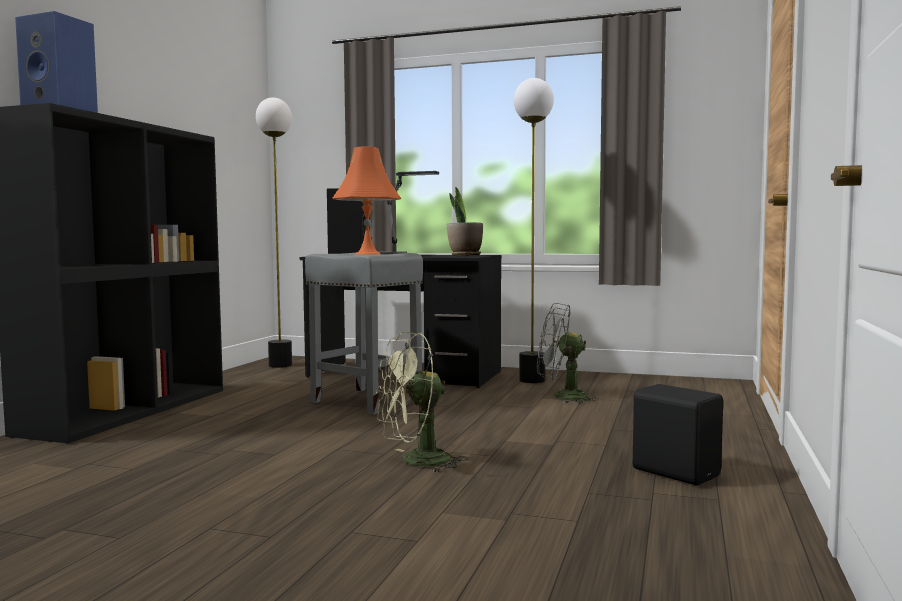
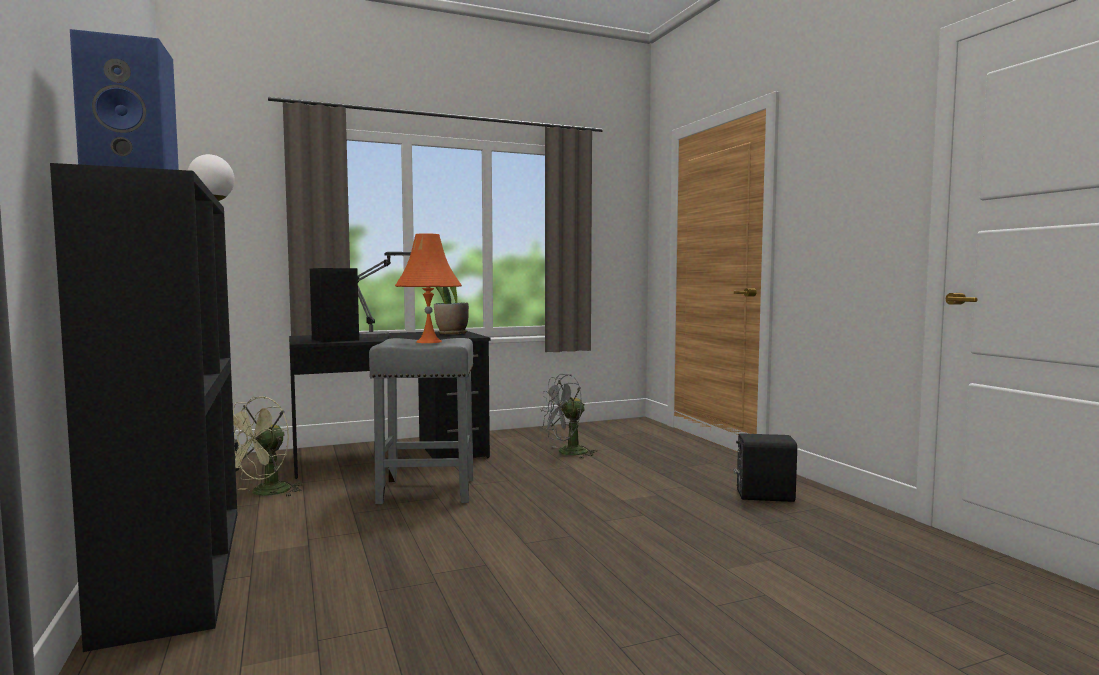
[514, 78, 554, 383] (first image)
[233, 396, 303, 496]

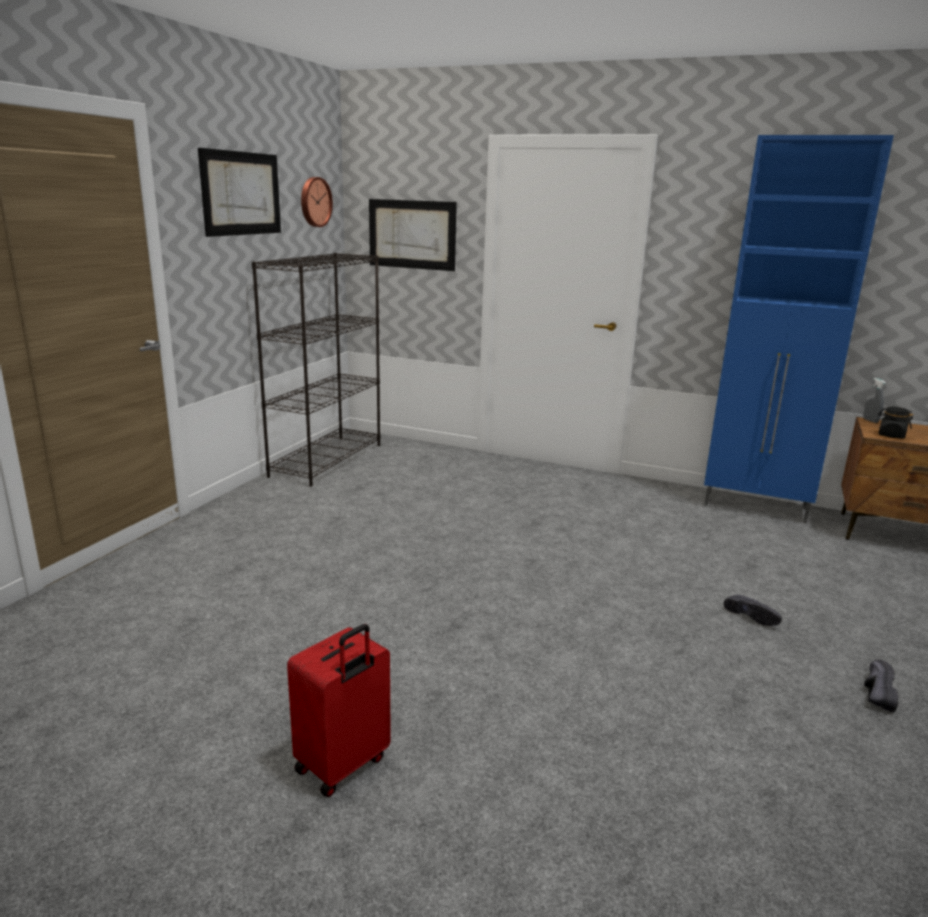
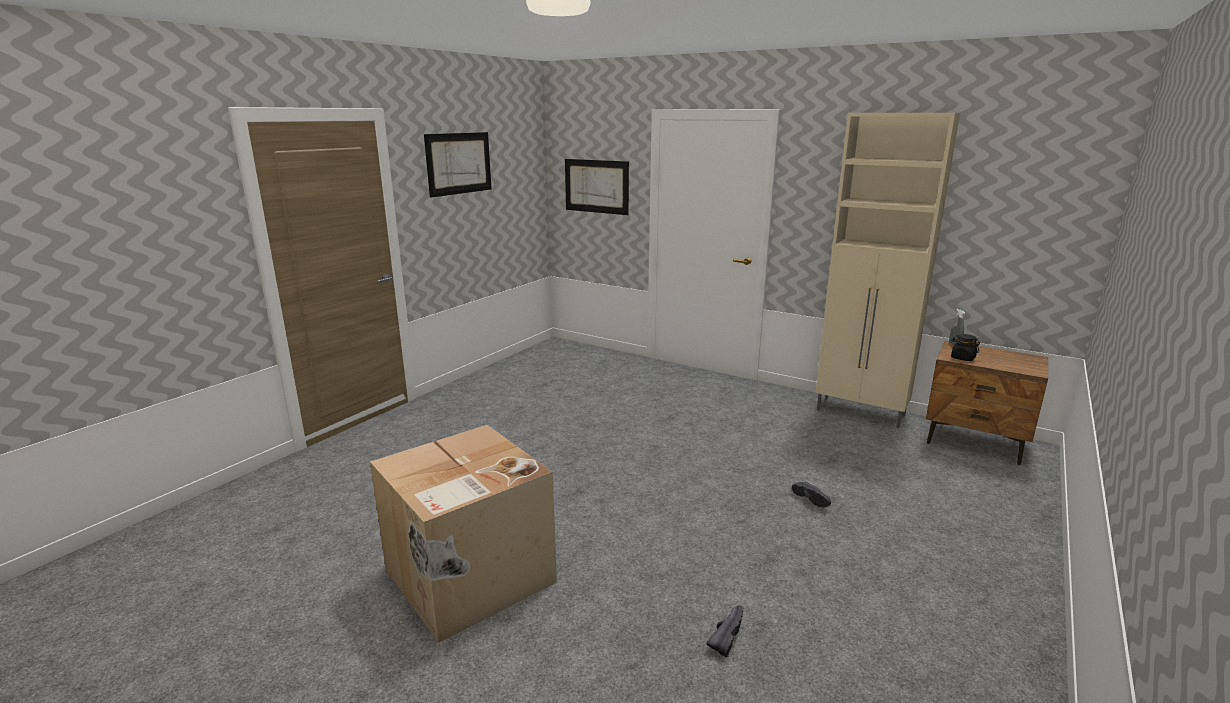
[252, 253, 381, 486] (first image)
[301, 177, 333, 227] (first image)
[707, 605, 743, 657]
[370, 425, 557, 643]
[815, 113, 960, 428]

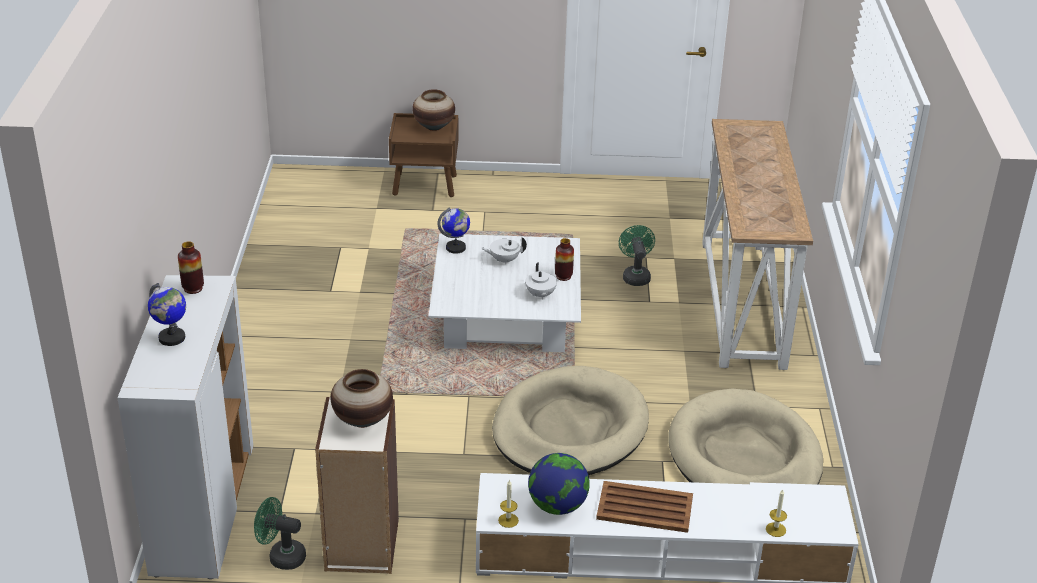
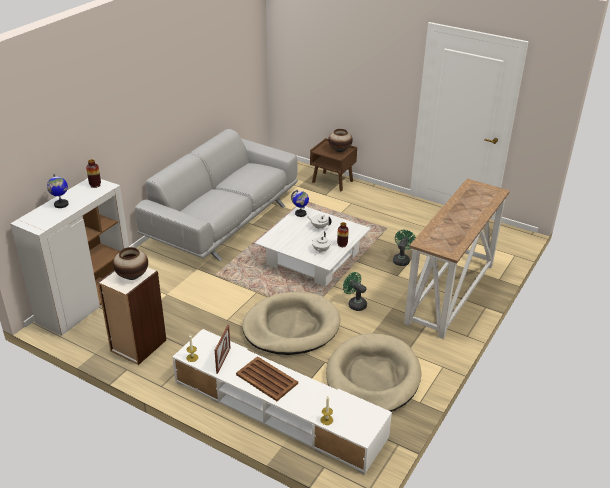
[135, 129, 298, 261]
[343, 272, 367, 311]
[215, 325, 230, 374]

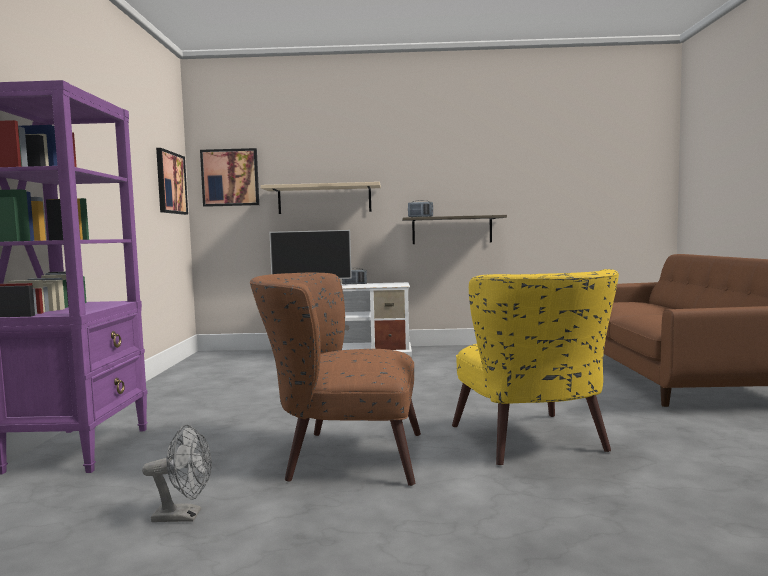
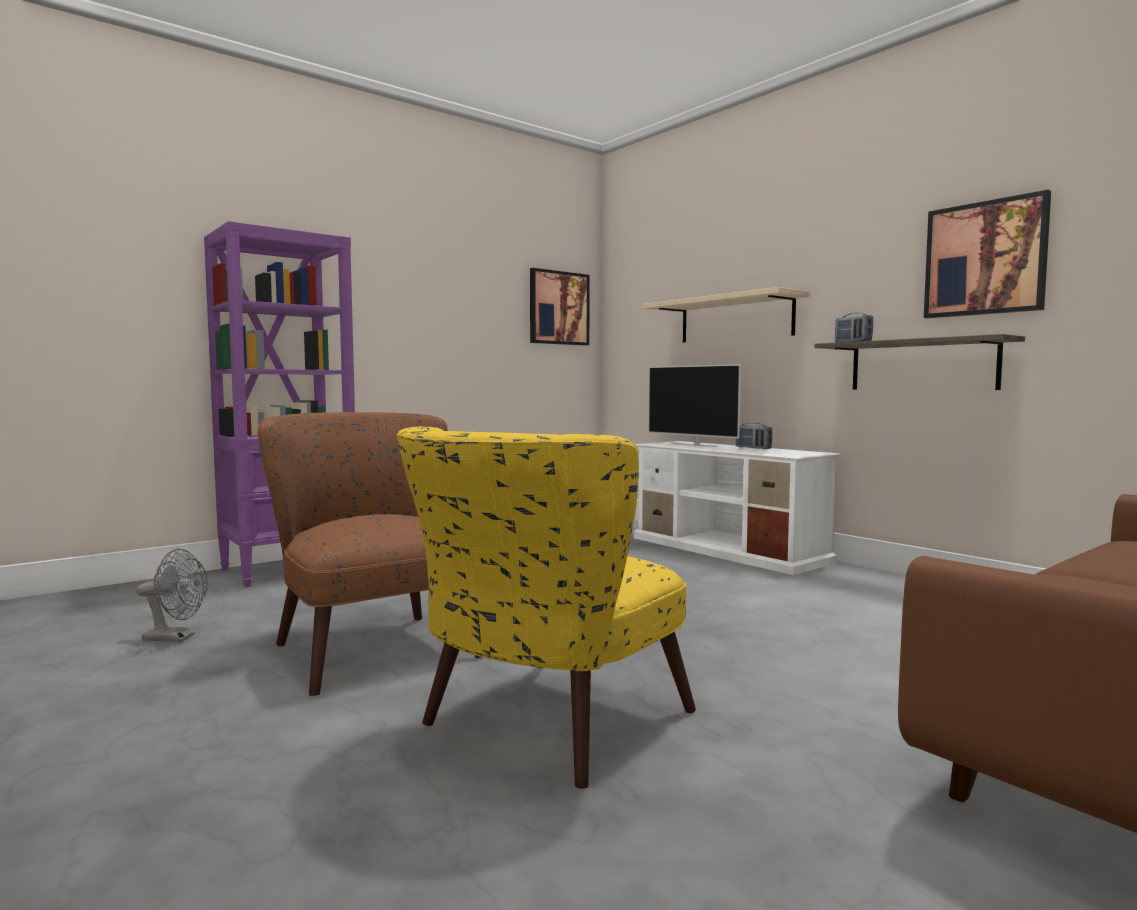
[924, 190, 1051, 318]
[136, 549, 208, 642]

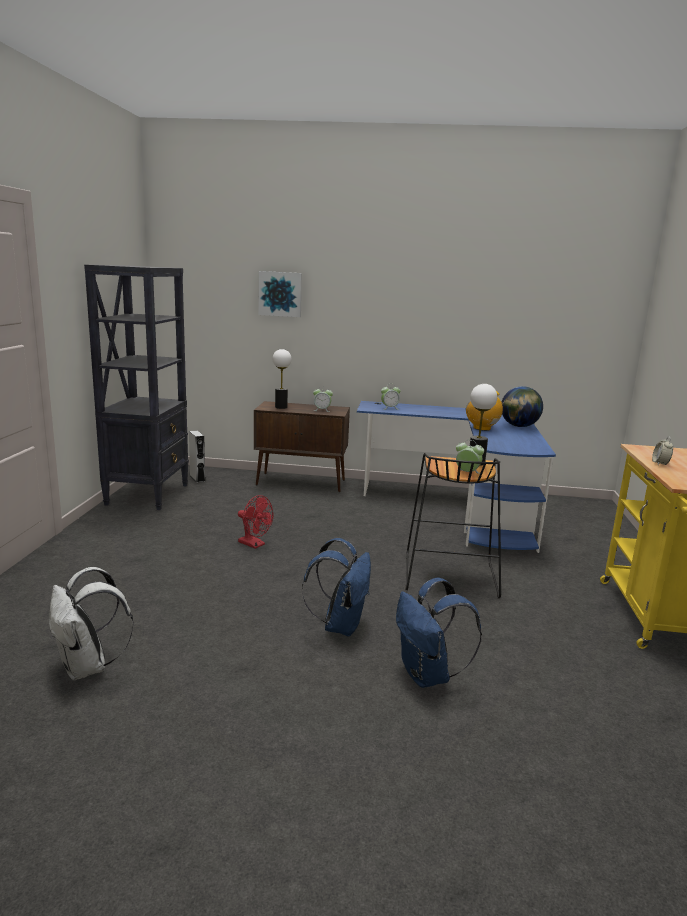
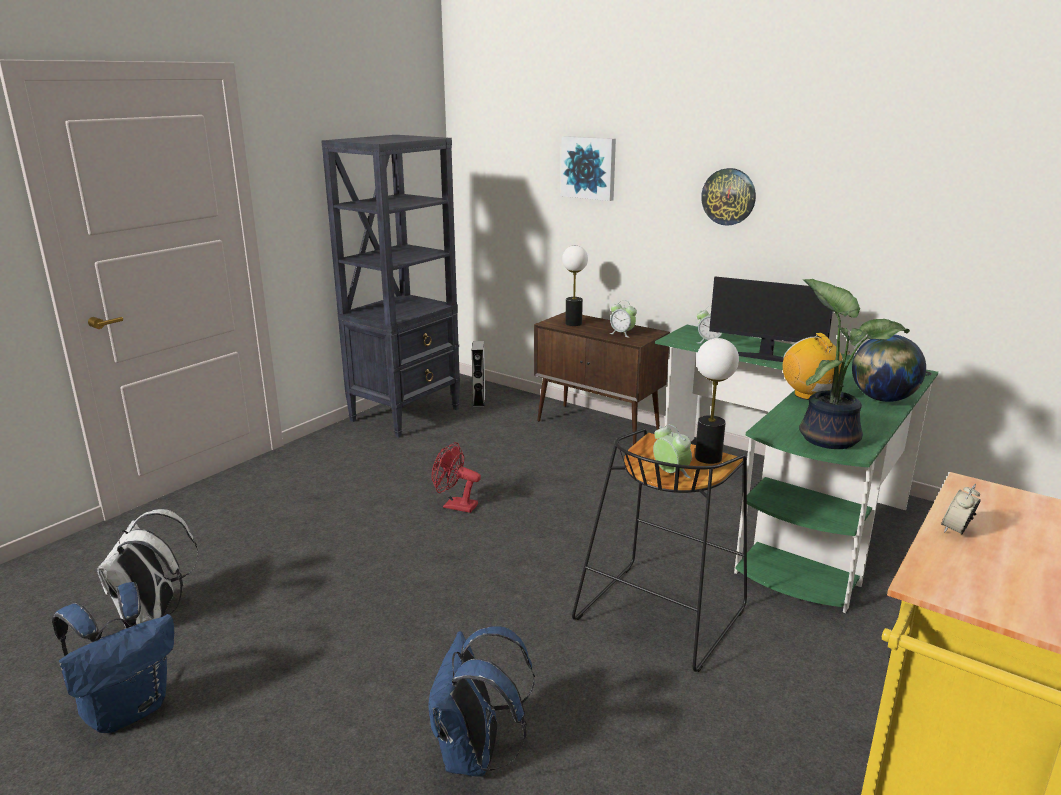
[701, 168, 756, 226]
[709, 276, 833, 362]
[799, 279, 910, 449]
[52, 582, 174, 733]
[655, 325, 939, 613]
[432, 442, 481, 513]

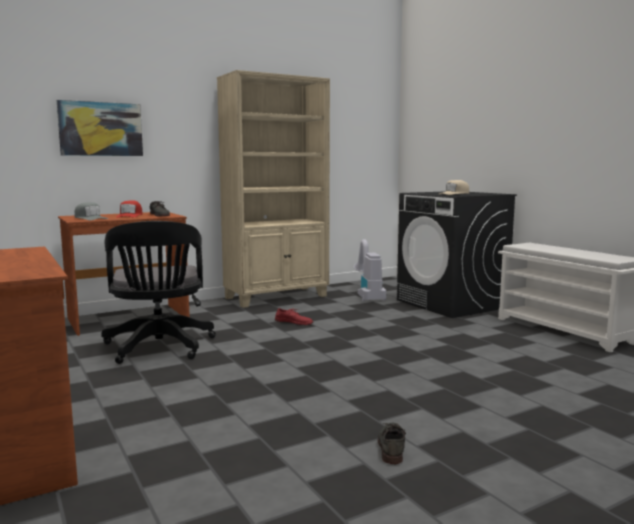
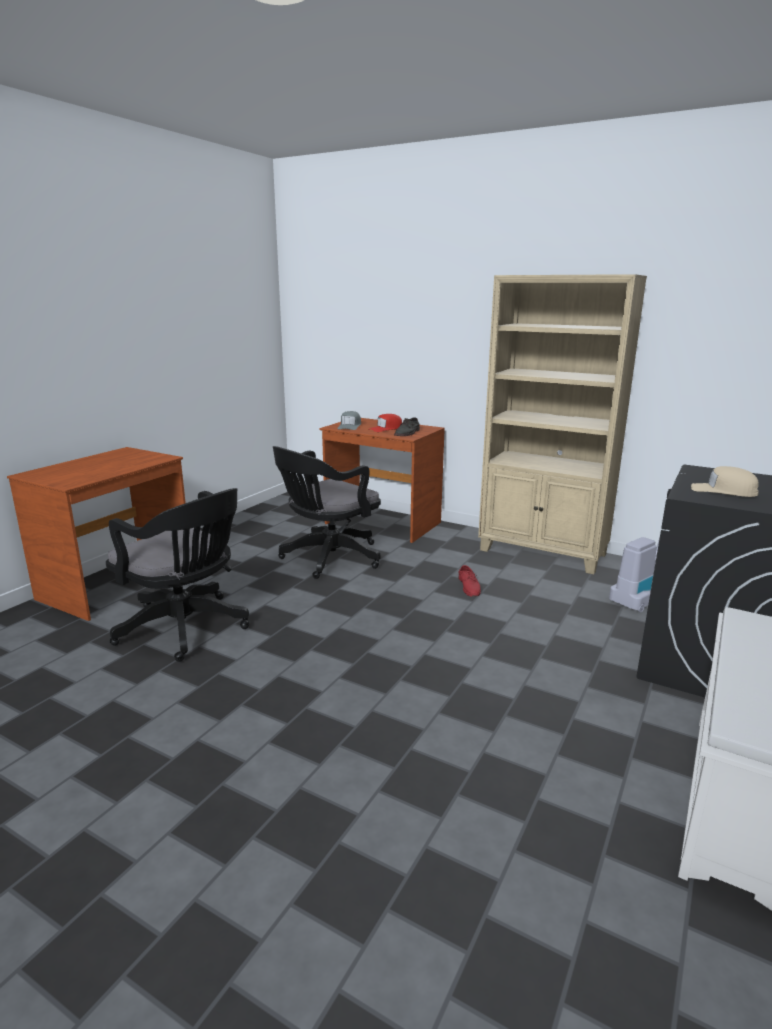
[57, 100, 143, 156] (first image)
[378, 423, 406, 464] (first image)
[106, 488, 249, 662]

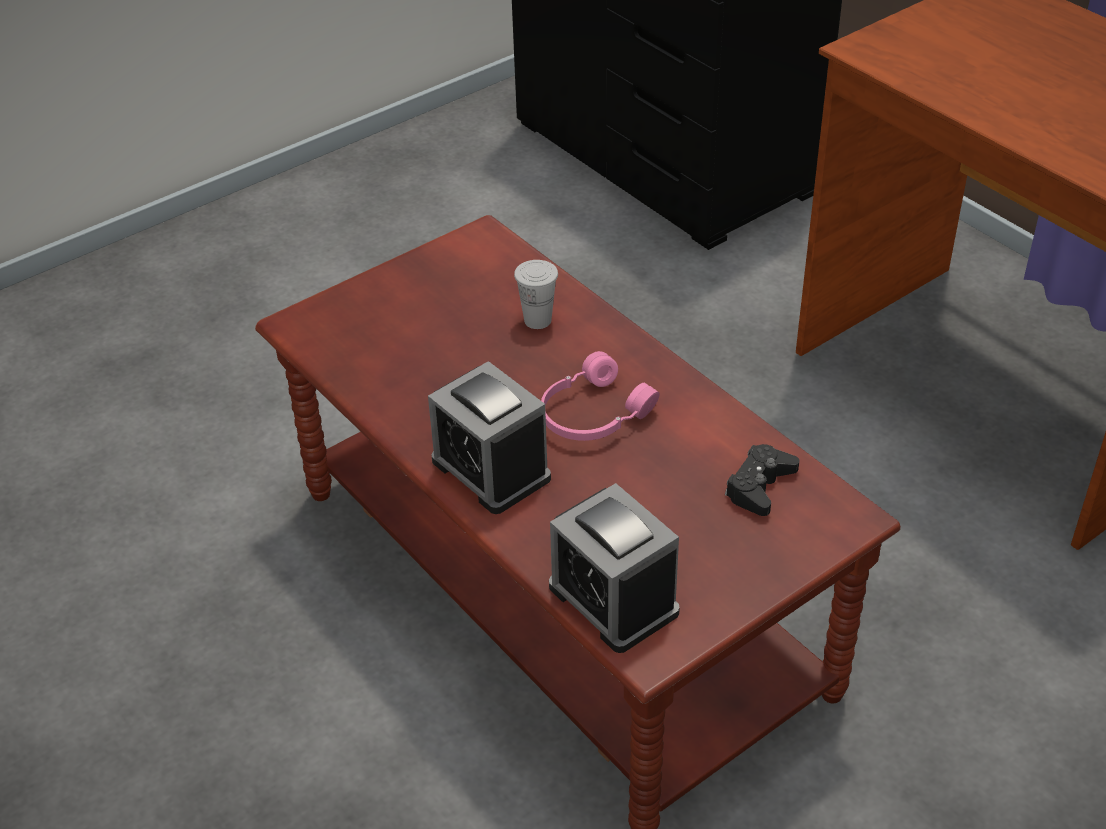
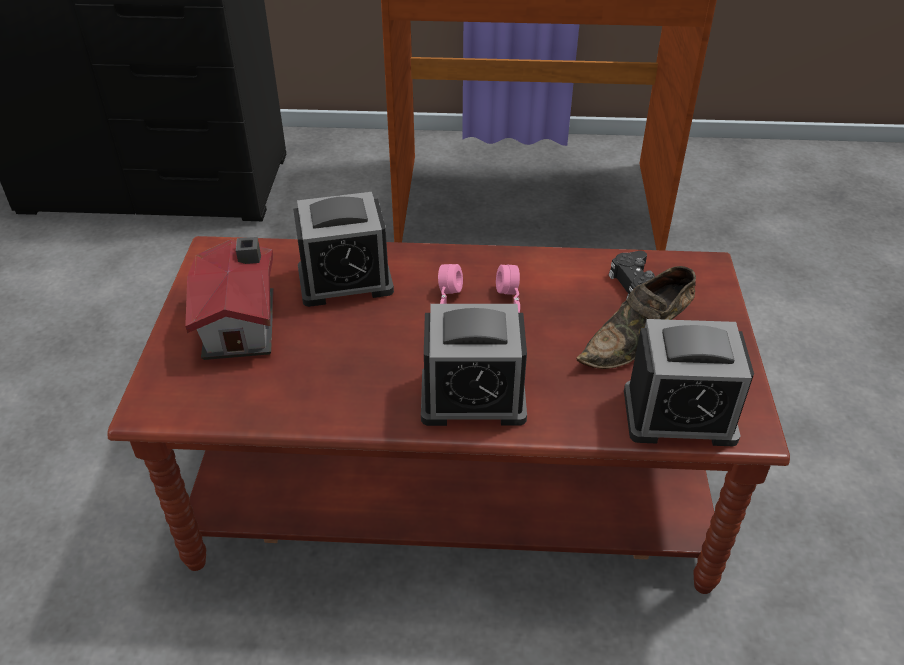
[185, 237, 274, 360]
[576, 266, 696, 369]
[293, 192, 394, 307]

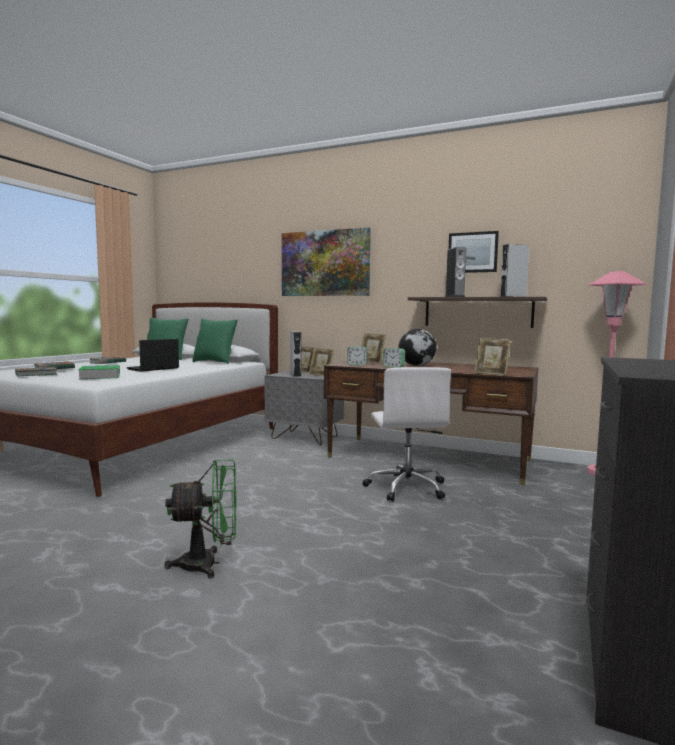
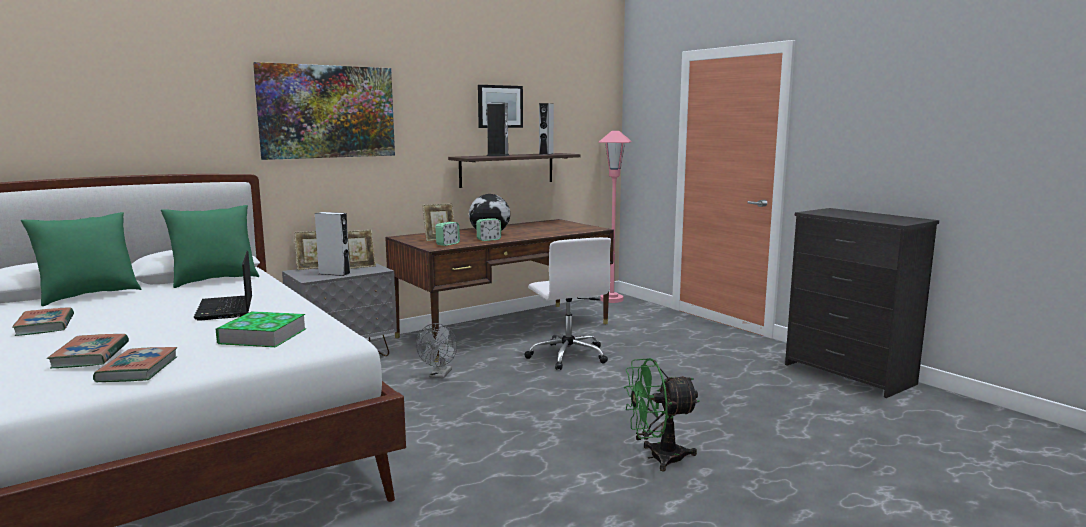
[474, 338, 511, 375] (first image)
[416, 323, 457, 378]
[624, 358, 700, 471]
[524, 237, 611, 370]

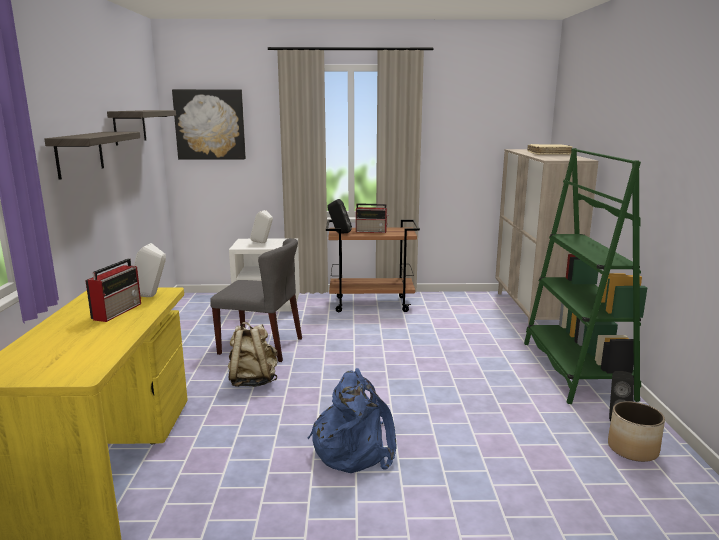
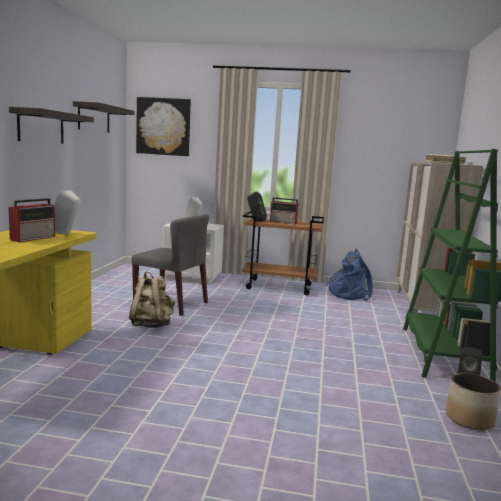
[326, 249, 373, 301]

